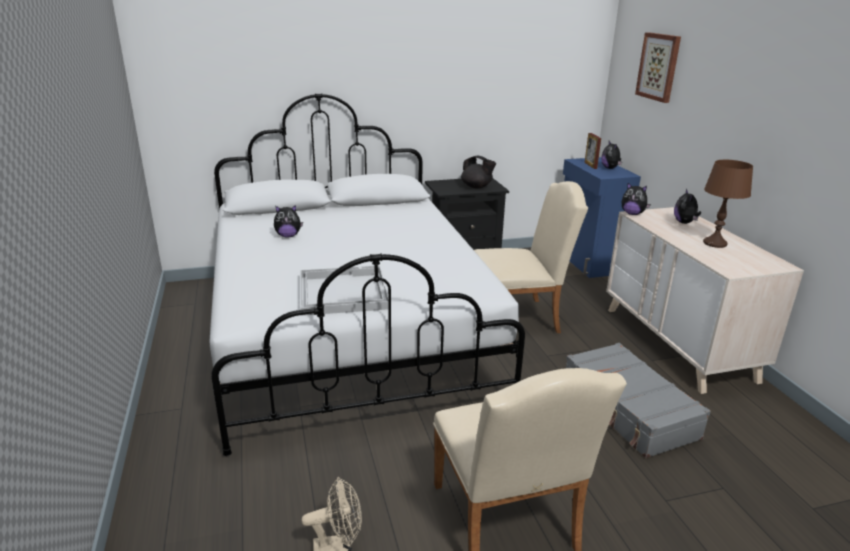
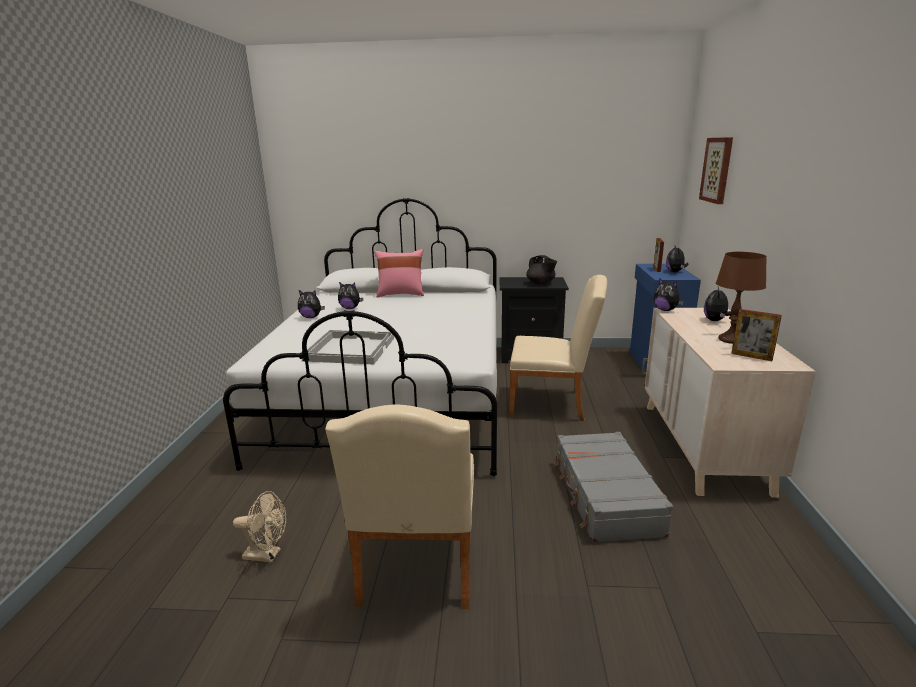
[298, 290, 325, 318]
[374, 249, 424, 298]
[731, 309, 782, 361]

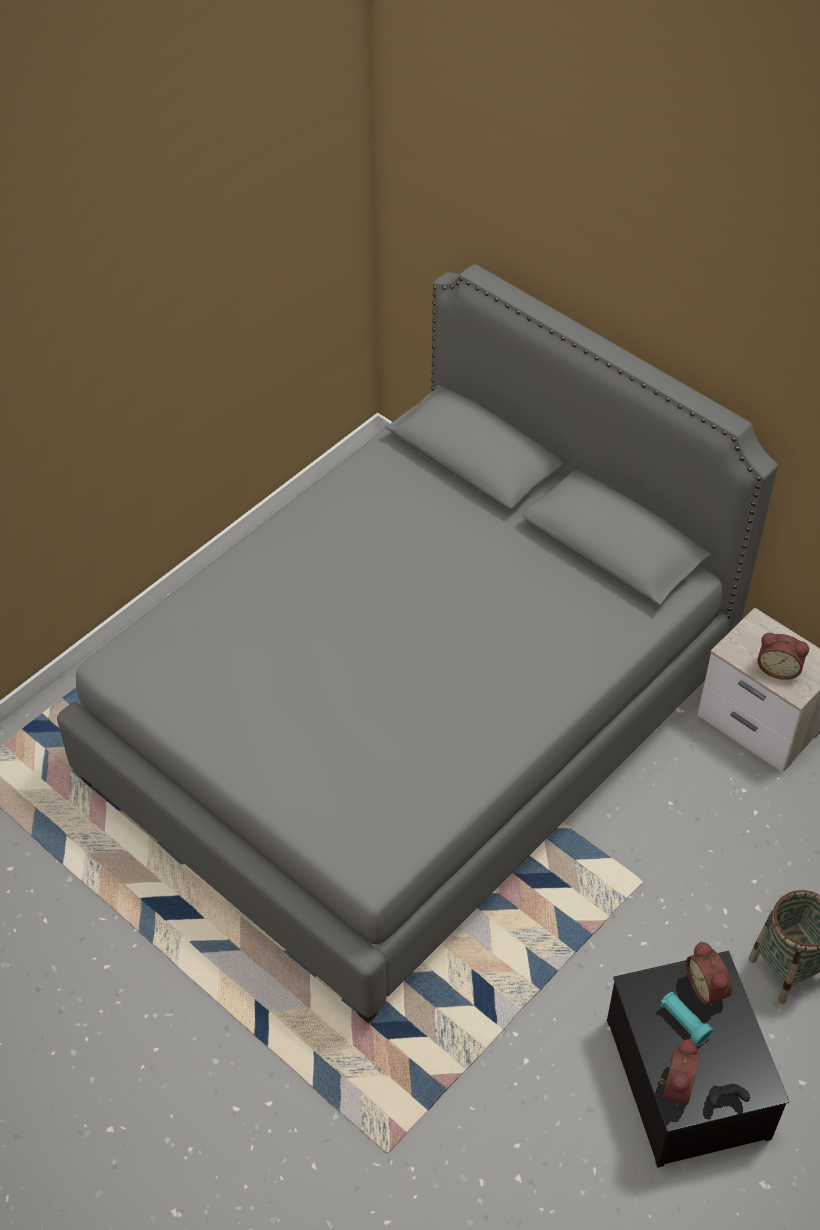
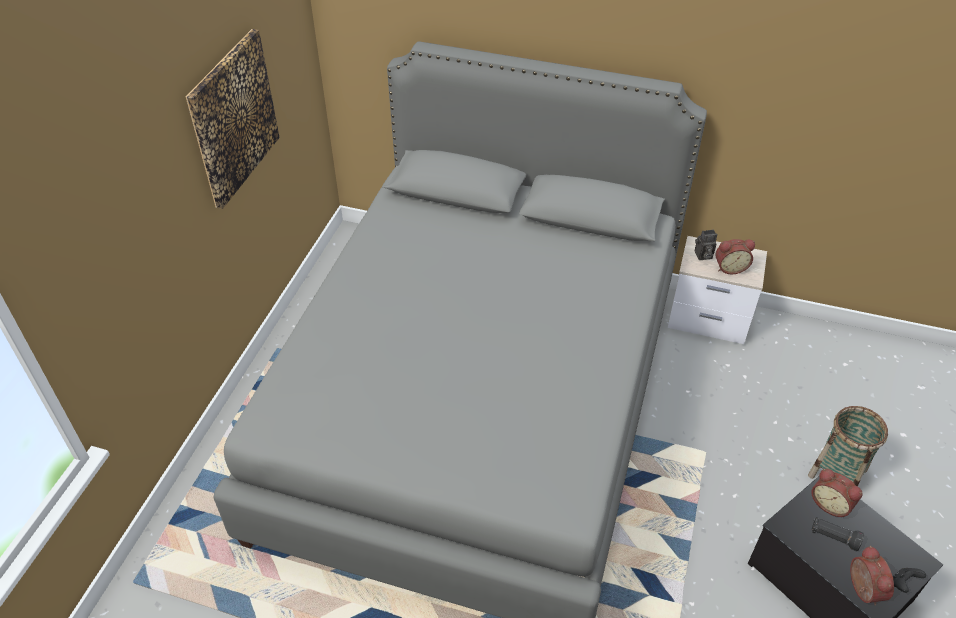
[186, 29, 280, 209]
[695, 229, 717, 260]
[812, 517, 864, 551]

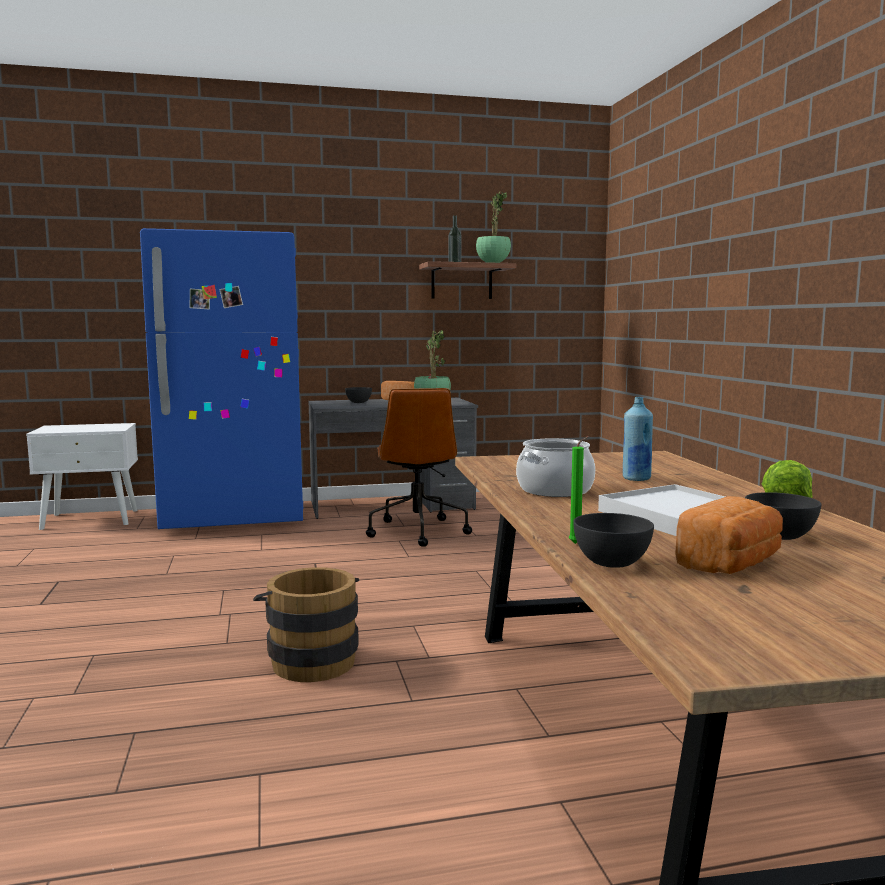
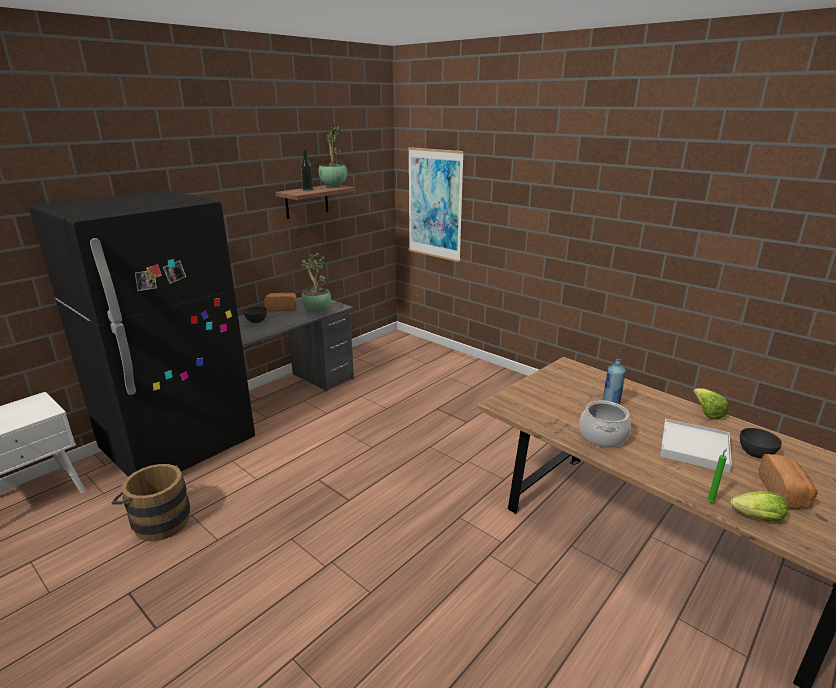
[366, 388, 472, 547] (first image)
[408, 147, 464, 262]
[112, 464, 190, 541]
[730, 491, 788, 522]
[30, 190, 255, 477]

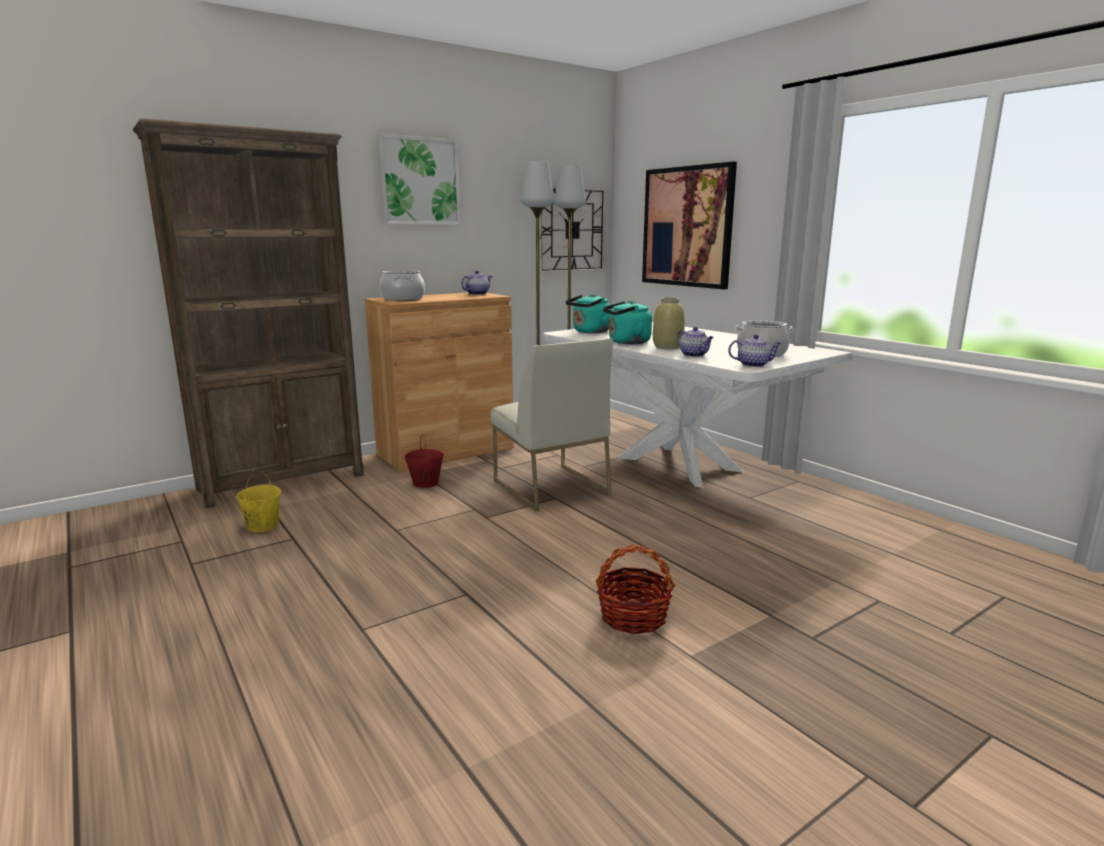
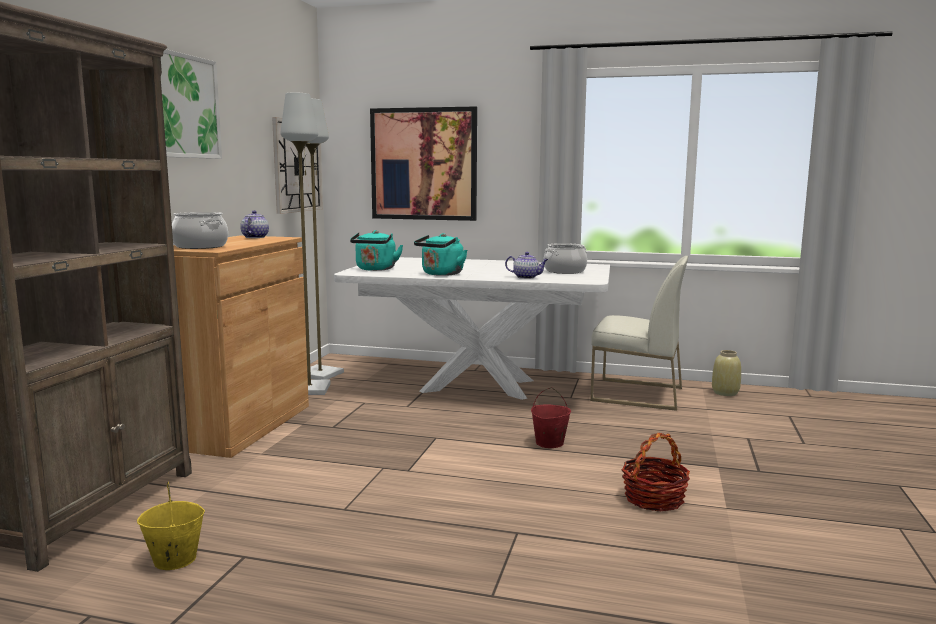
[728, 334, 781, 367] (first image)
[531, 387, 571, 448]
[590, 256, 688, 411]
[712, 350, 741, 396]

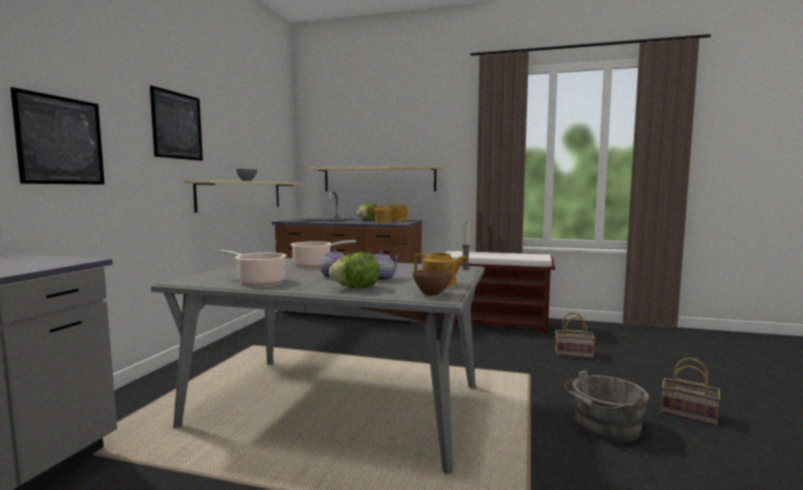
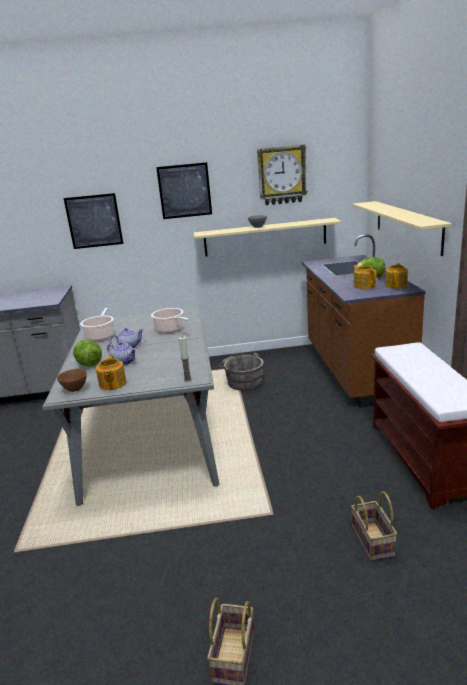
[257, 145, 308, 205]
[219, 353, 264, 391]

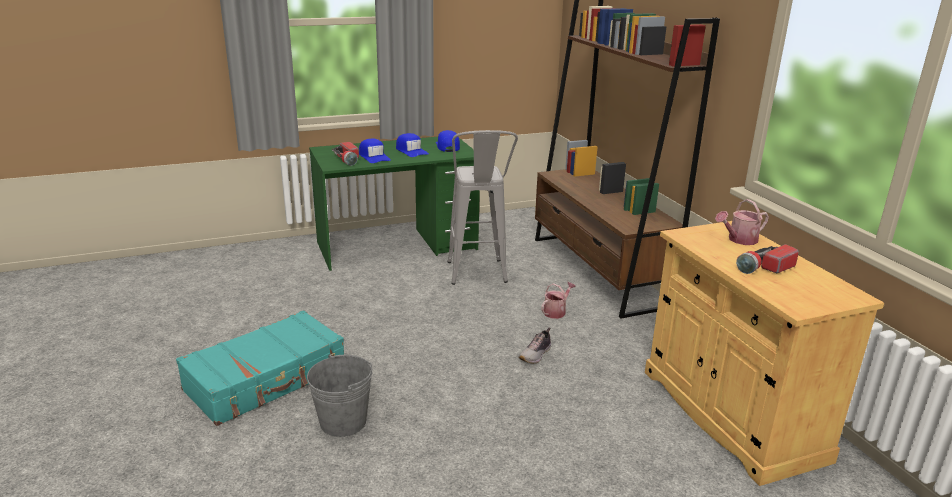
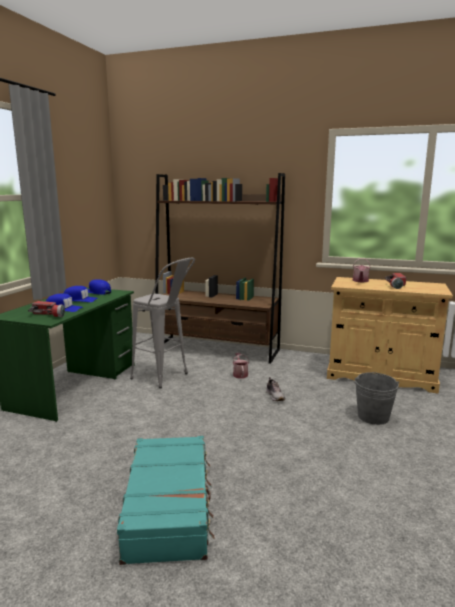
[355, 372, 399, 425]

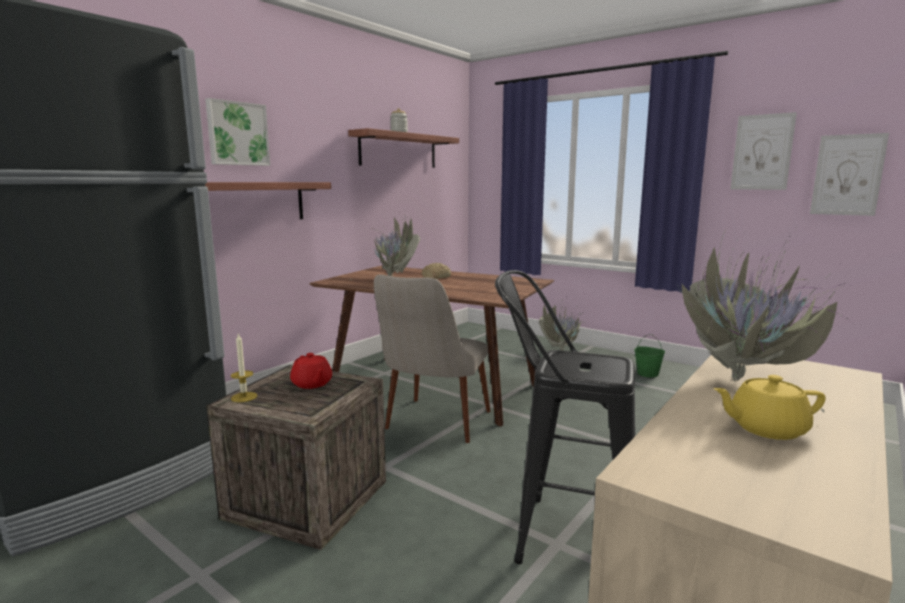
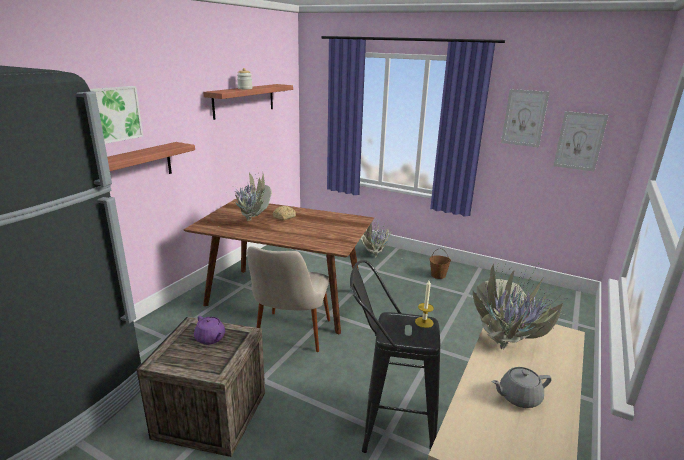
[415, 280, 434, 328]
[194, 316, 225, 345]
[430, 248, 451, 279]
[492, 367, 552, 408]

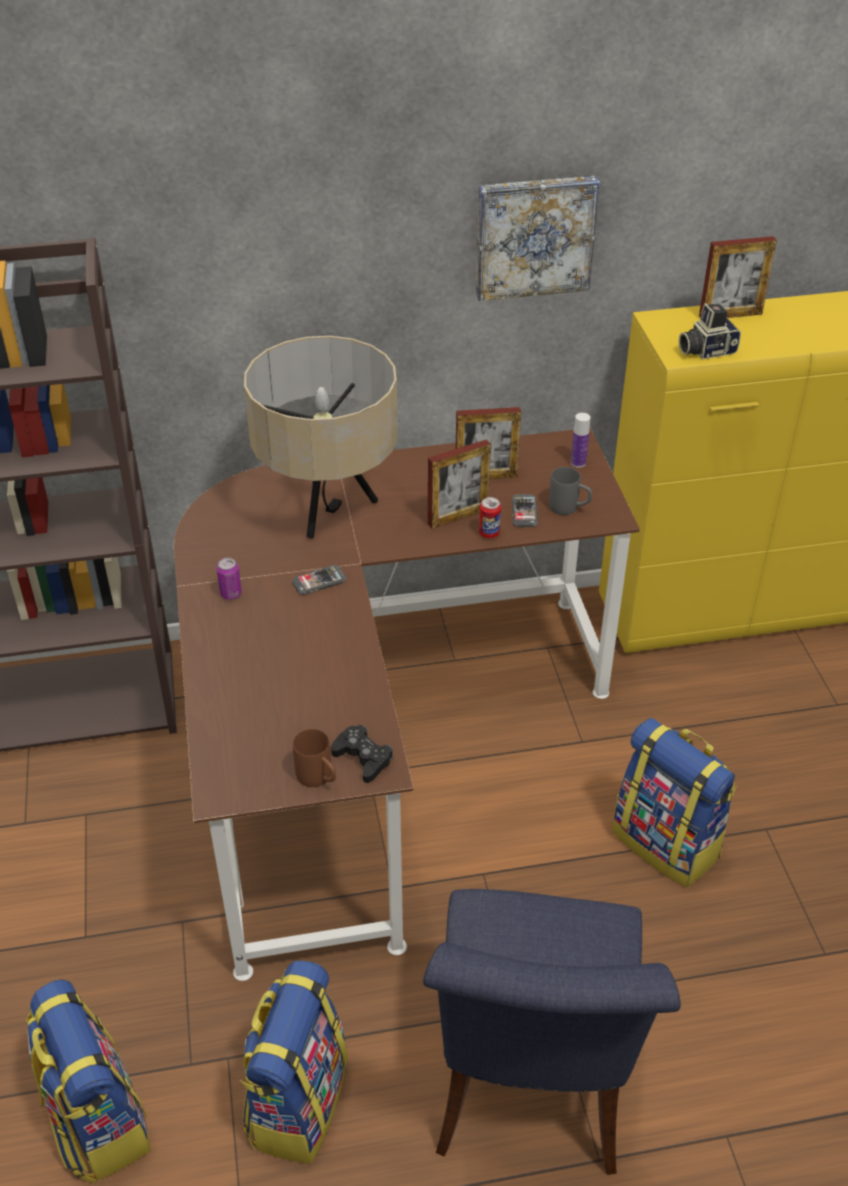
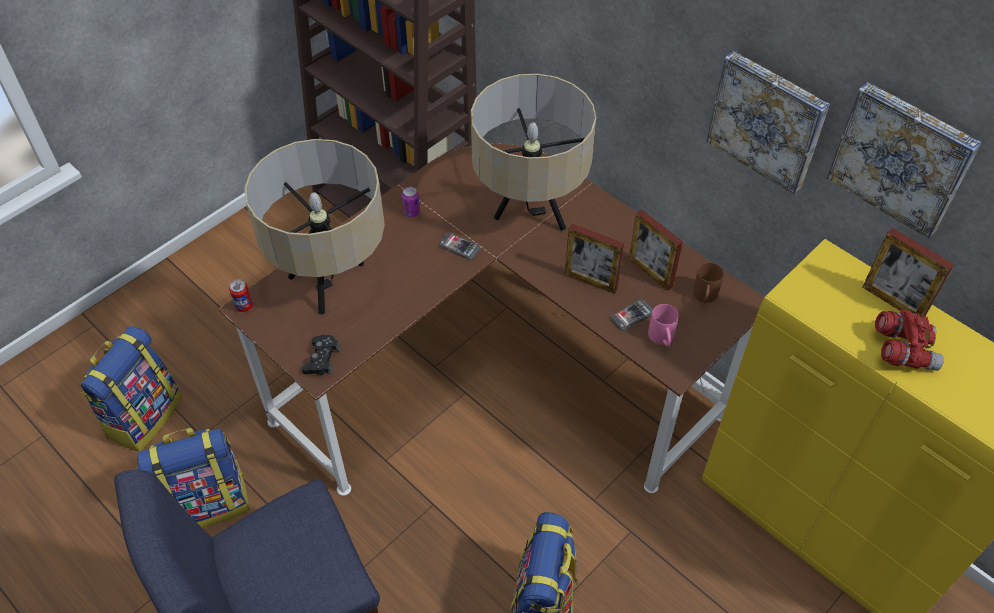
[571, 413, 590, 468] (first image)
[679, 303, 741, 360] (first image)
[244, 139, 385, 314]
[827, 82, 982, 238]
[875, 309, 944, 371]
[693, 263, 724, 303]
[229, 279, 253, 312]
[648, 304, 678, 347]

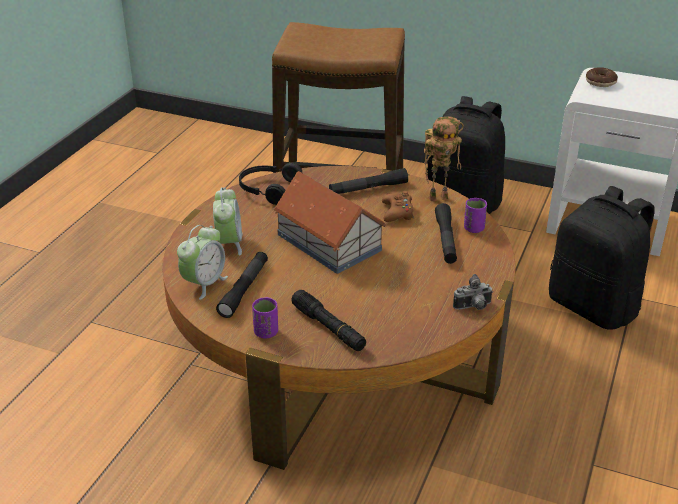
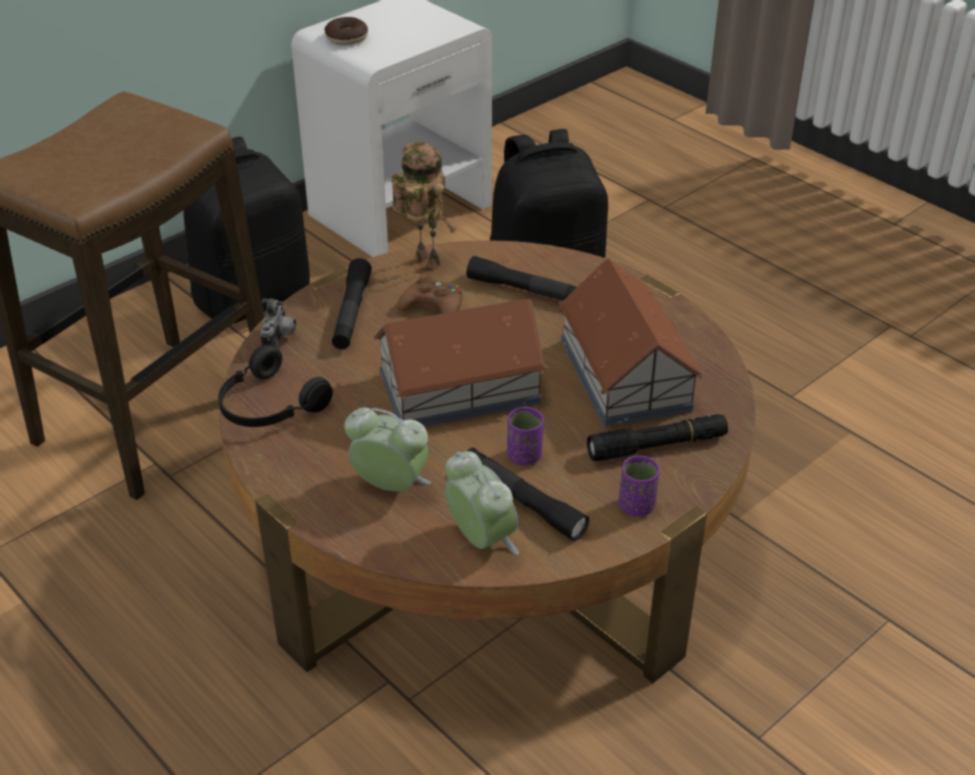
[558, 258, 703, 427]
[260, 298, 296, 347]
[507, 407, 544, 465]
[391, 142, 456, 270]

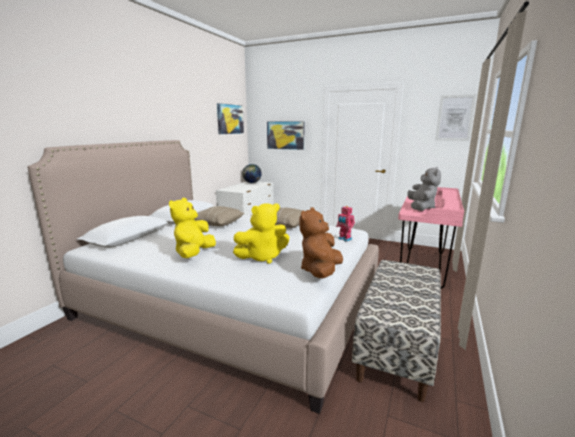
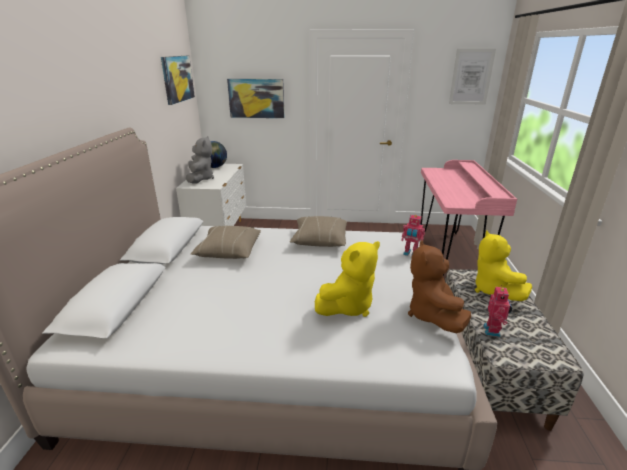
[483, 285, 512, 337]
[475, 230, 532, 301]
[186, 136, 214, 184]

